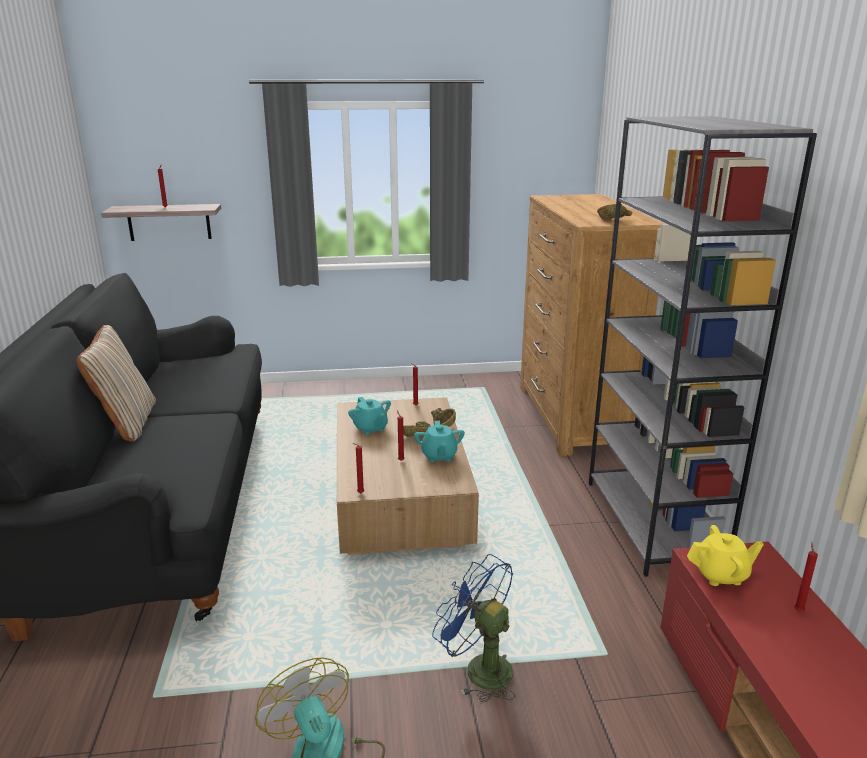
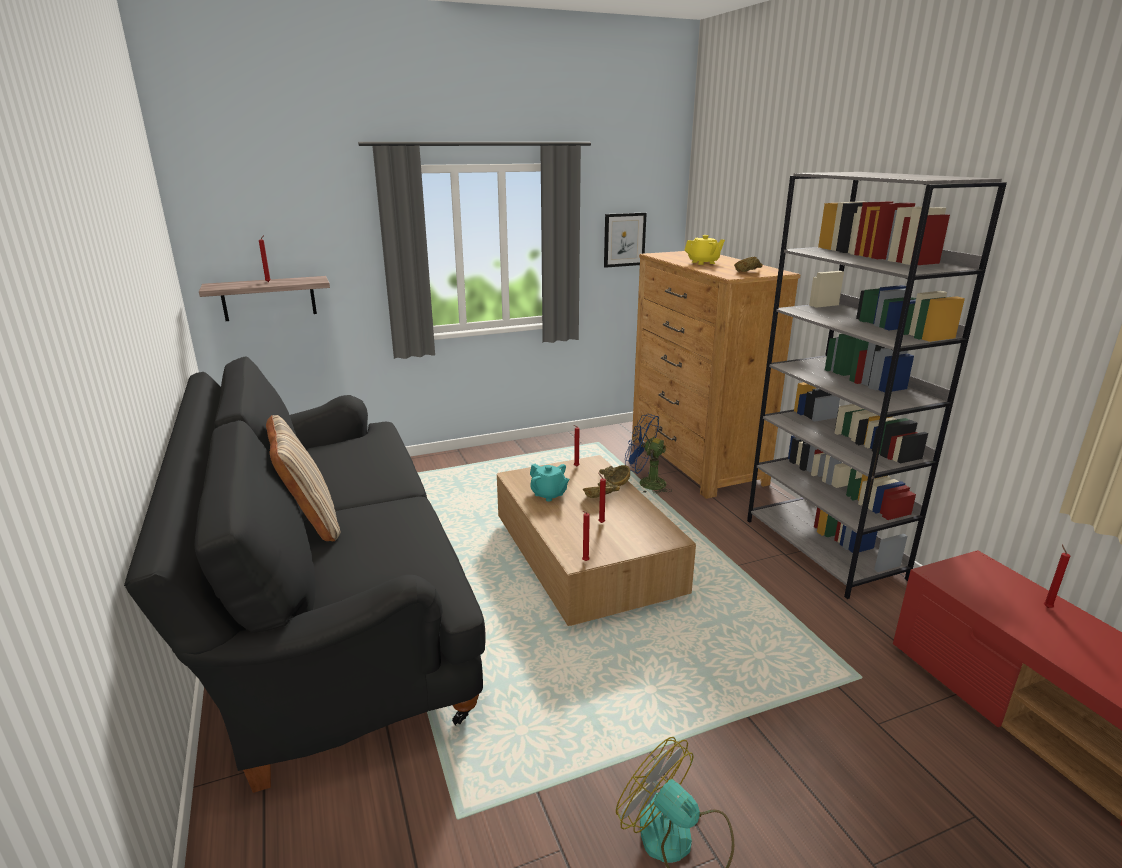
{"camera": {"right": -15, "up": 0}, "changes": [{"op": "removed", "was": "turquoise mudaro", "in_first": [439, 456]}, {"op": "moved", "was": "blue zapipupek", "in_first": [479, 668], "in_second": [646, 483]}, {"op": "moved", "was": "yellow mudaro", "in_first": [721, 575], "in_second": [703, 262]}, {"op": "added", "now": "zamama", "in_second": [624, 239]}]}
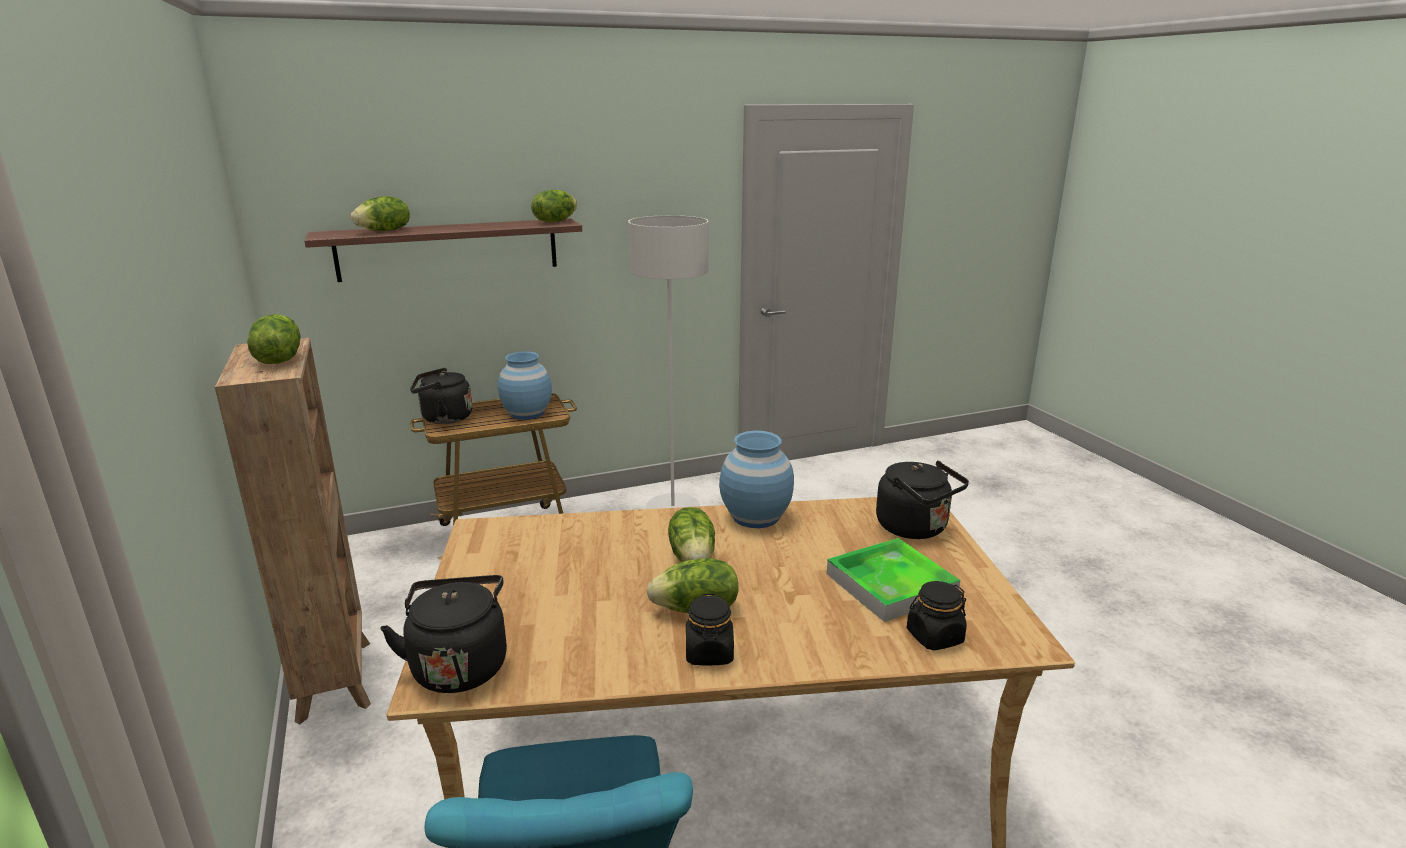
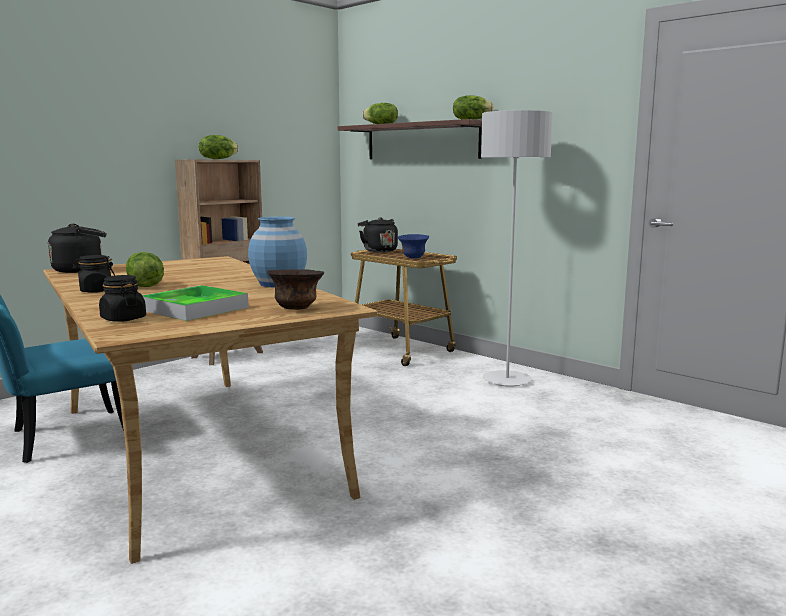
{"camera": {"right": 65, "up": -10}, "changes": [{"op": "replaced", "was": "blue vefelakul", "now": "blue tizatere", "in_first": [527, 413], "in_second": [413, 257]}, {"op": "removed", "was": "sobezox", "in_first": [693, 558]}, {"op": "replaced", "was": "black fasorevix", "now": "brown tizatere", "in_first": [915, 528], "in_second": [296, 309]}]}
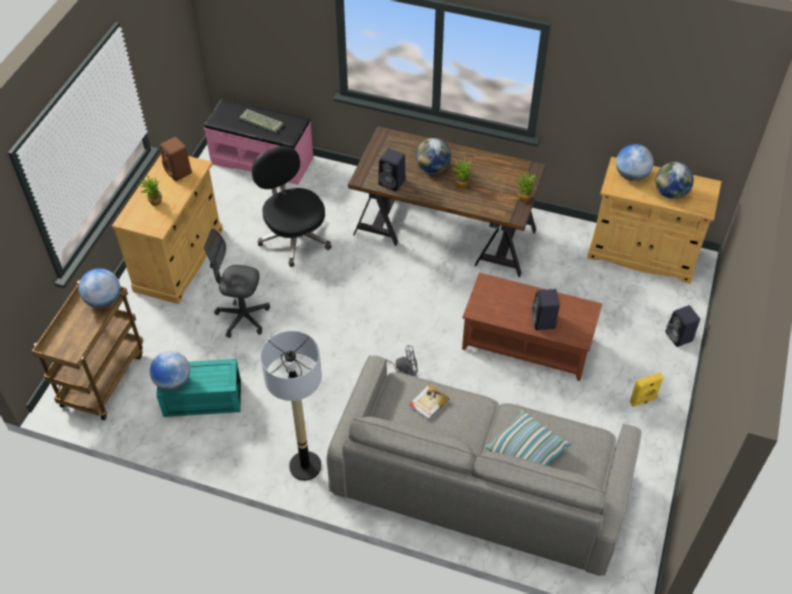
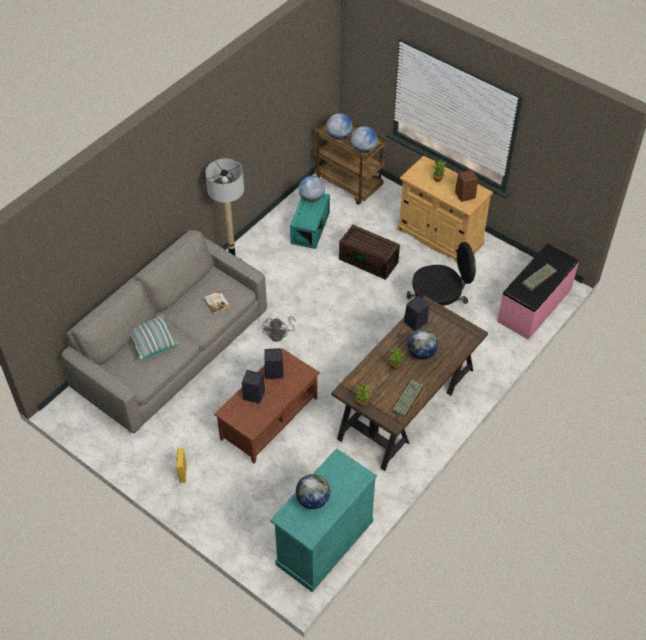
{"camera": {"right": 110, "up": 0}, "changes": [{"op": "replaced", "was": "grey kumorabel", "now": "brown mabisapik", "in_first": [243, 317], "in_second": [369, 260]}, {"op": "recoloured", "was": "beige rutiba", "now": "turquoise rutiba", "in_first": [642, 253], "in_second": [324, 542]}, {"op": "moved", "was": "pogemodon", "in_first": [631, 175], "in_second": [339, 136]}, {"op": "moved", "was": "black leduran", "in_first": [679, 337], "in_second": [273, 372]}, {"op": "added", "now": "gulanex", "in_second": [408, 399]}]}
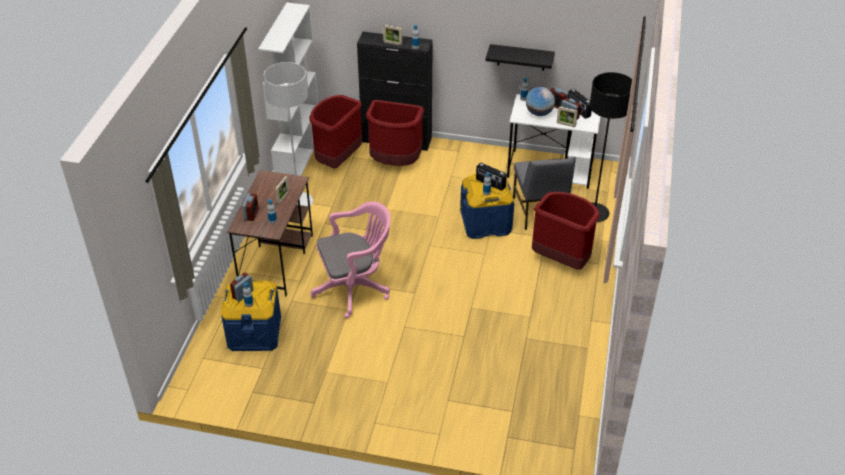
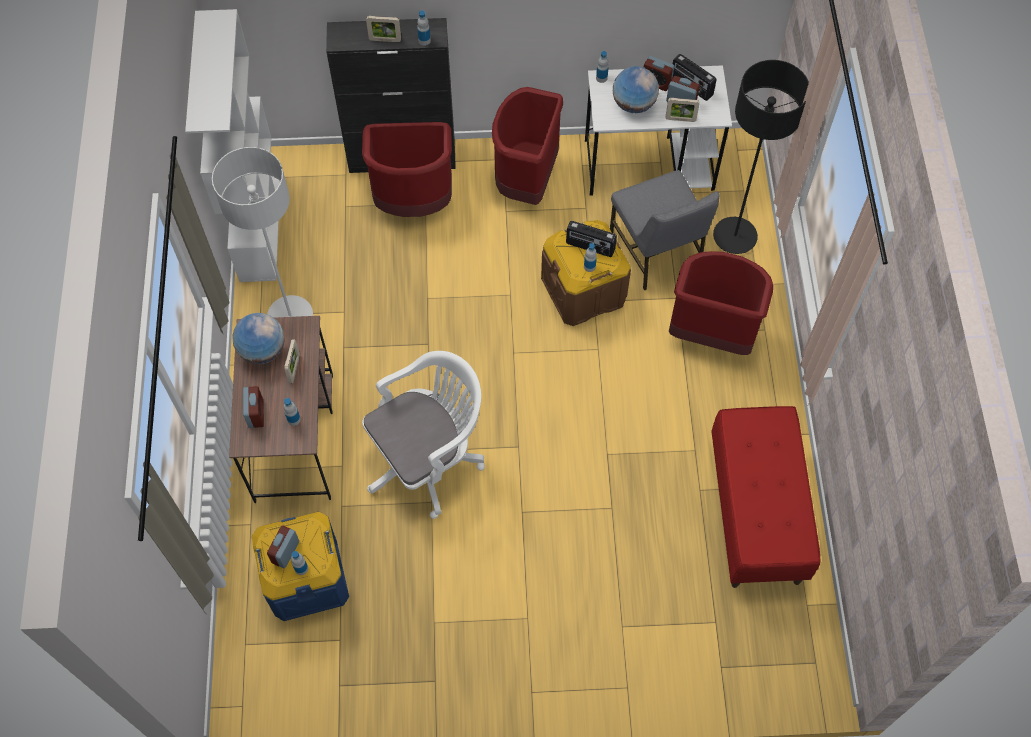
{"camera": {"right": -15, "up": 20}, "changes": [{"op": "moved", "was": "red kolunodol", "in_first": [337, 160], "in_second": [526, 181]}, {"op": "recoloured", "was": "pink kumorabel", "now": "white kumorabel", "in_first": [355, 288], "in_second": [429, 459]}, {"op": "recoloured", "was": "blue mabisapik", "now": "brown mabisapik", "in_first": [486, 223], "in_second": [583, 290]}, {"op": "removed", "was": "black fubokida", "in_first": [521, 57]}, {"op": "added", "now": "pogemodon", "in_second": [262, 350]}, {"op": "added", "now": "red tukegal", "in_second": [756, 512]}]}
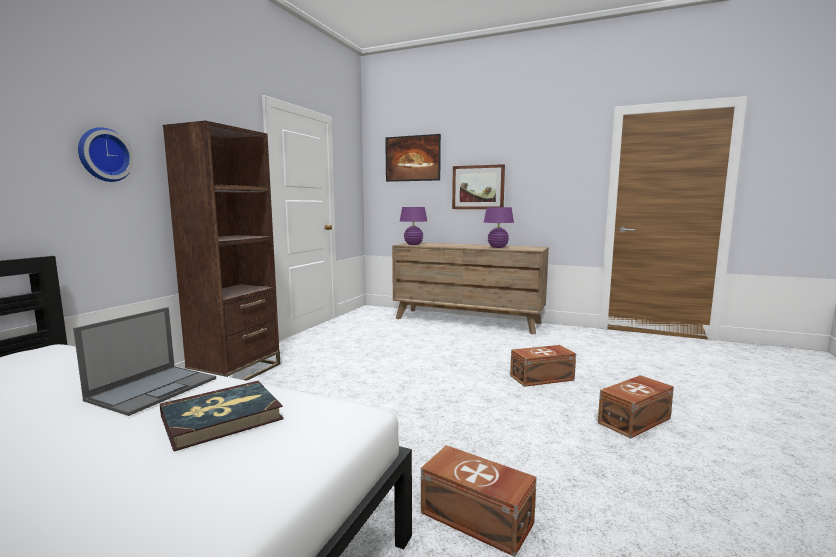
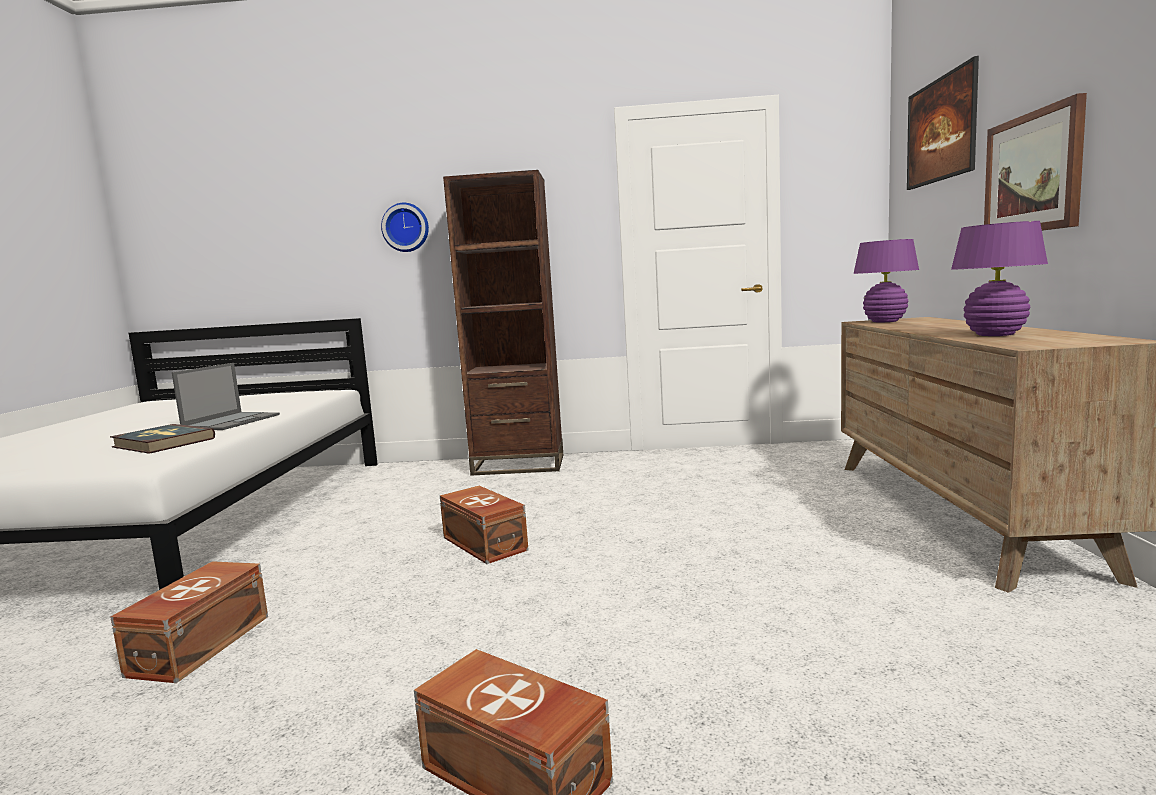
{"camera": {"right": 70, "up": 0}, "changes": [{"op": "turned", "was": "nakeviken", "in_first": [154, 388], "in_second": [232, 421], "clockwise": -75}, {"op": "moved", "was": "brown mabisapik", "in_first": [543, 378], "in_second": [484, 544]}]}
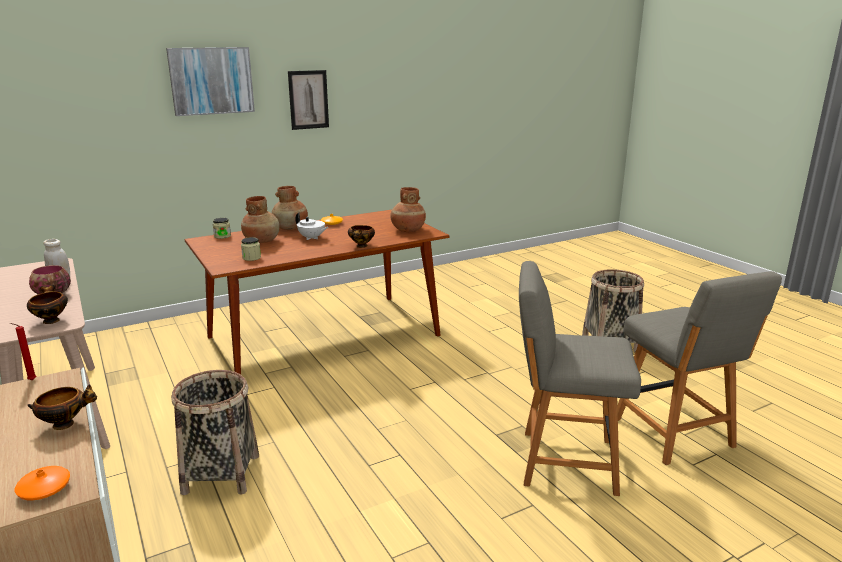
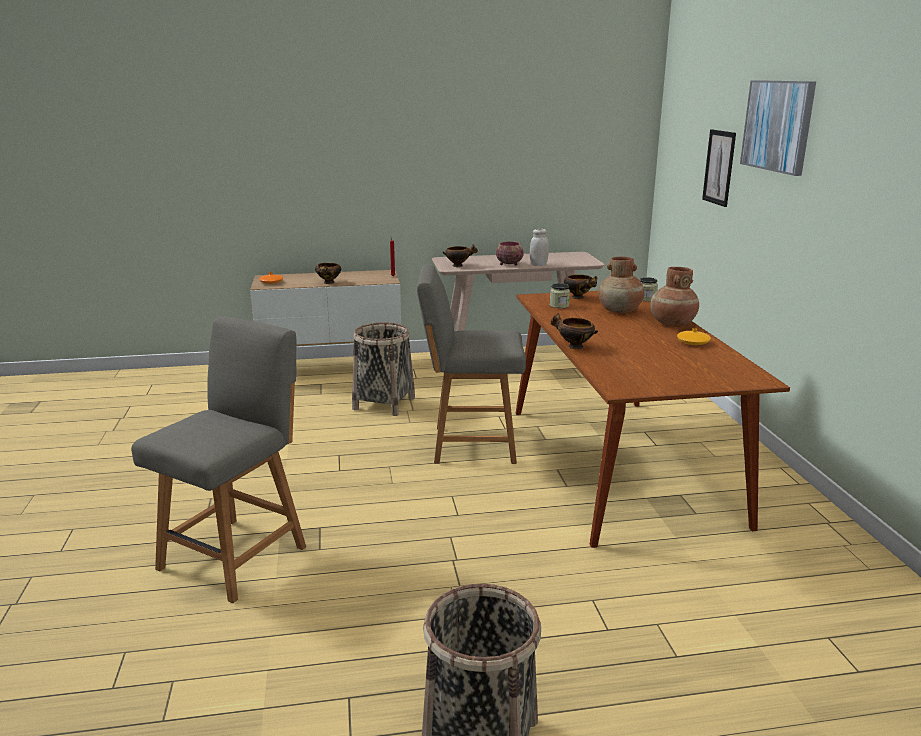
{"camera": {"right": 110, "up": 0}, "changes": [{"op": "moved", "was": "zamama", "in_first": [308, 99], "in_second": [719, 167]}, {"op": "removed", "was": "white mudaro", "in_first": [312, 238]}, {"op": "removed", "was": "brown vefelakul", "in_first": [407, 230]}, {"op": "moved", "was": "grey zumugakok", "in_first": [675, 435], "in_second": [470, 444]}, {"op": "added", "now": "tizatere", "in_second": [579, 298]}]}
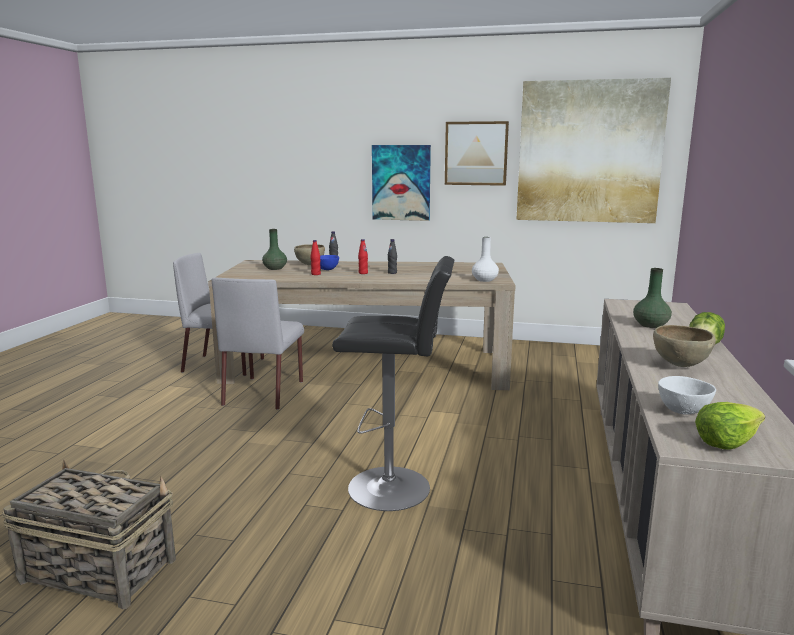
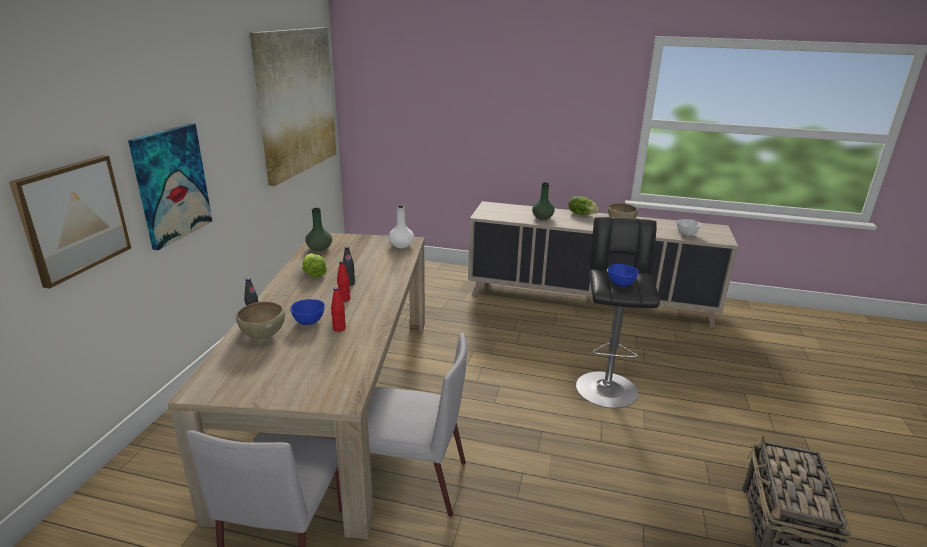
{"camera": {"right": -90, "up": 10}, "changes": [{"op": "moved", "was": "green vefelakul", "in_first": [275, 268], "in_second": [320, 248]}, {"op": "moved", "was": "zamama", "in_first": [476, 153], "in_second": [74, 218]}, {"op": "moved", "was": "sobezox", "in_first": [726, 442], "in_second": [314, 273]}, {"op": "added", "now": "blue tizatere", "in_second": [620, 284]}]}
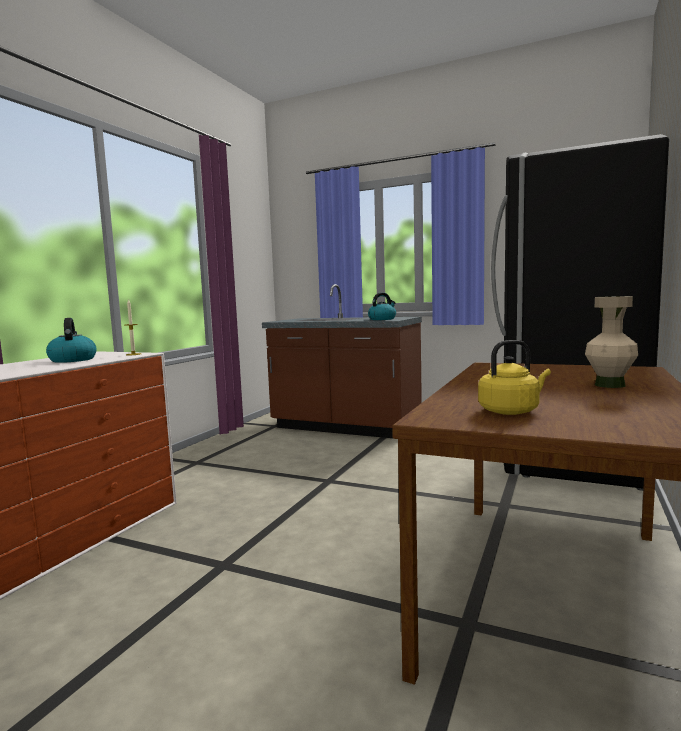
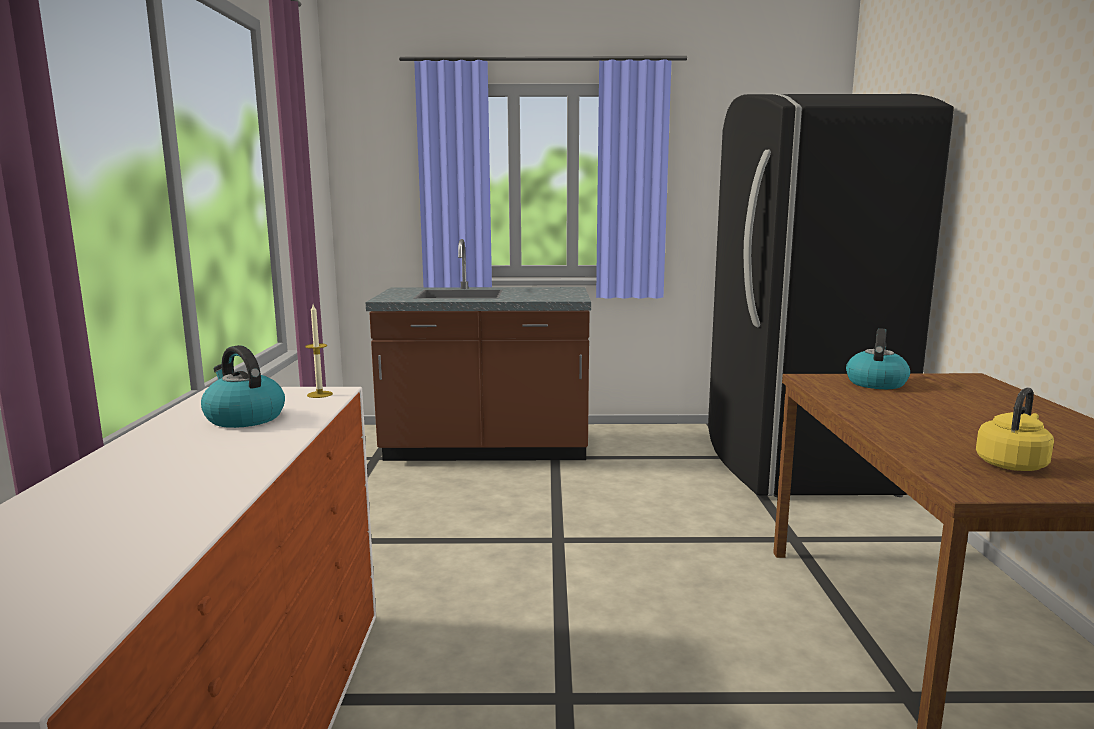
{"camera": {"right": -25, "up": 5}, "changes": [{"op": "moved", "was": "fasorevix", "in_first": [382, 319], "in_second": [875, 383]}, {"op": "removed", "was": "beige vefelakul", "in_first": [609, 385]}]}
